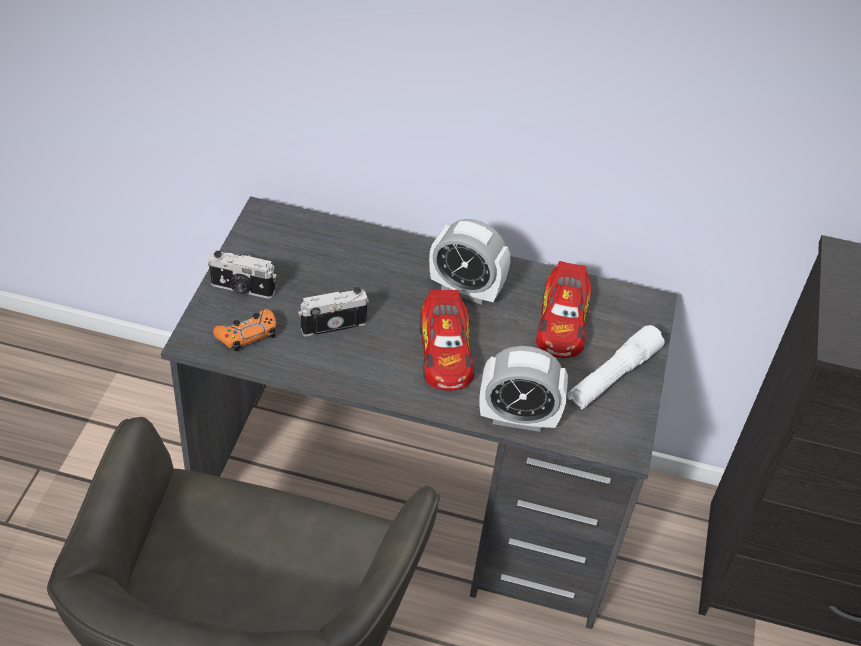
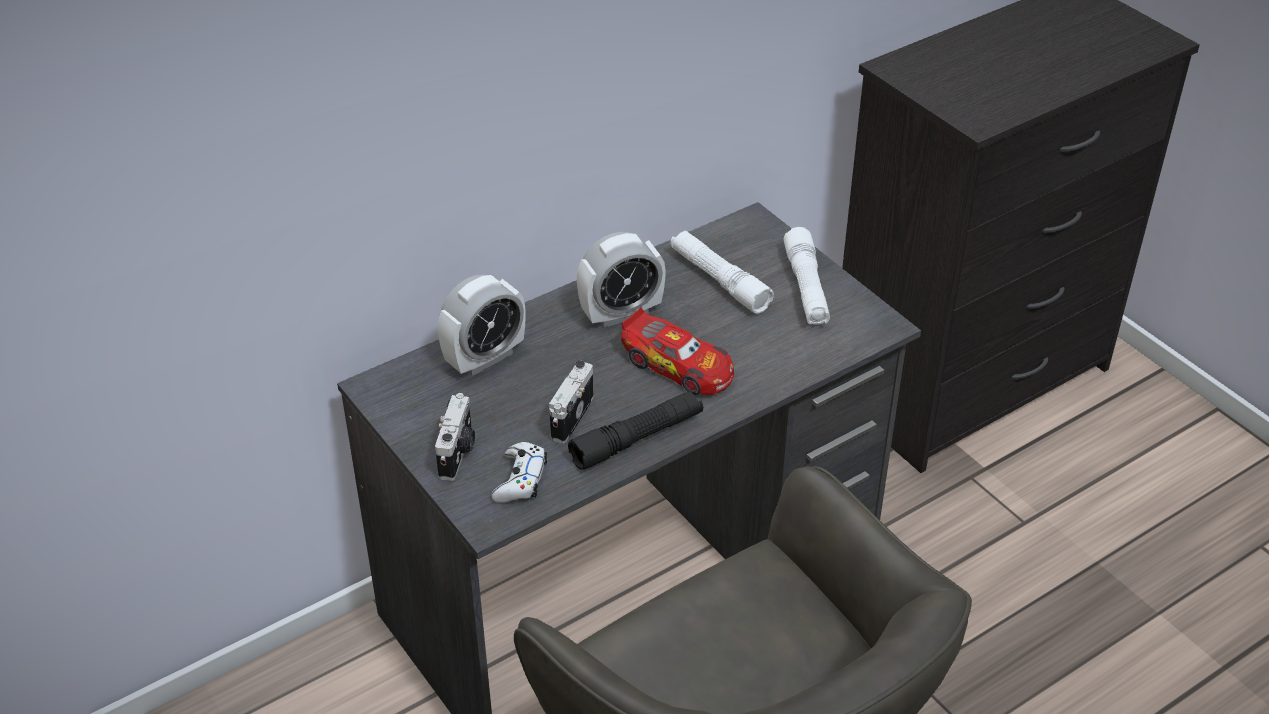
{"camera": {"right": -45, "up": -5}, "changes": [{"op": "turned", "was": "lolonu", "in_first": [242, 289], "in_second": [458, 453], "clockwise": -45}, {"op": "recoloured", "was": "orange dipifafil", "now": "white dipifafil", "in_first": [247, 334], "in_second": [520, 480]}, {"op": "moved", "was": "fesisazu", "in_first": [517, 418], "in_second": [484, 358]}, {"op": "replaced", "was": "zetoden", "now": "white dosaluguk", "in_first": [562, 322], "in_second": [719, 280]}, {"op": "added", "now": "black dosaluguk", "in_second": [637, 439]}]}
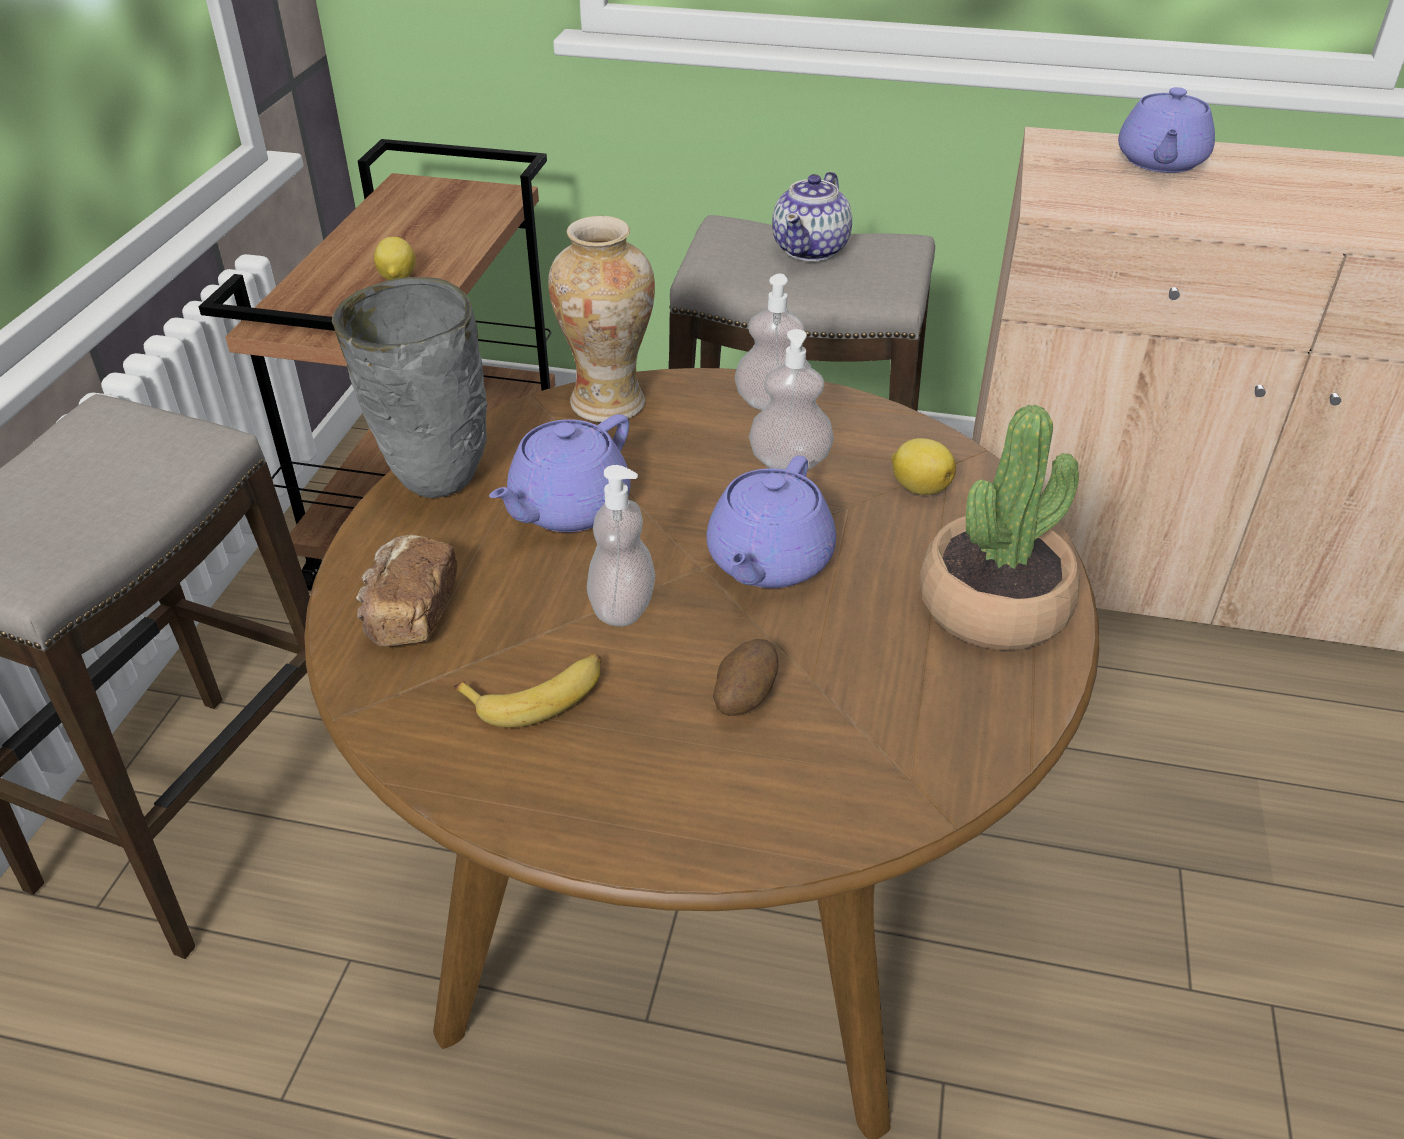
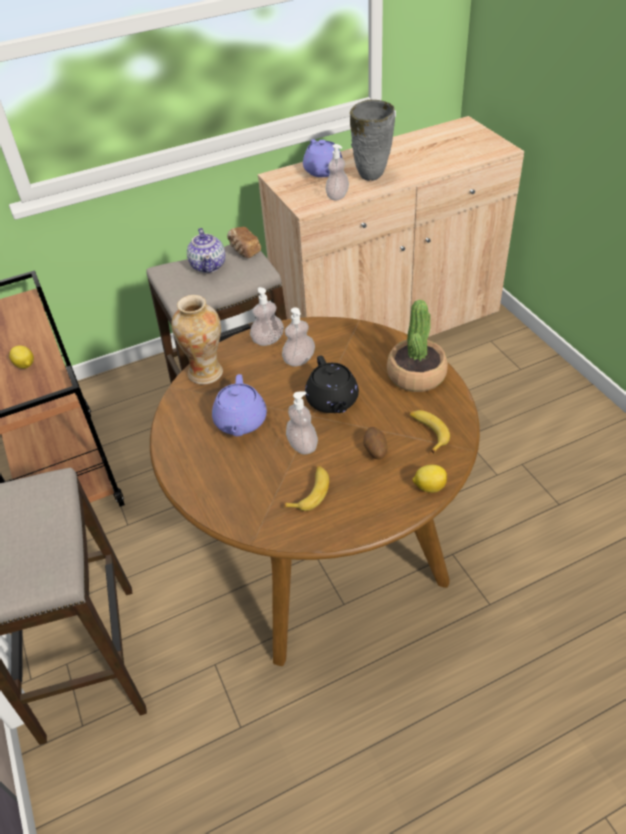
{"camera": {"right": -35, "up": 5}, "changes": [{"op": "moved", "was": "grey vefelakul", "in_first": [433, 486], "in_second": [371, 177]}, {"op": "moved", "was": "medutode", "in_first": [410, 613], "in_second": [244, 251]}, {"op": "recoloured", "was": "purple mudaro", "now": "black mudaro", "in_first": [768, 562], "in_second": [332, 401]}, {"op": "moved", "was": "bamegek", "in_first": [919, 487], "in_second": [429, 487]}, {"op": "added", "now": "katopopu", "in_second": [337, 196]}, {"op": "added", "now": "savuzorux", "in_second": [427, 432]}]}
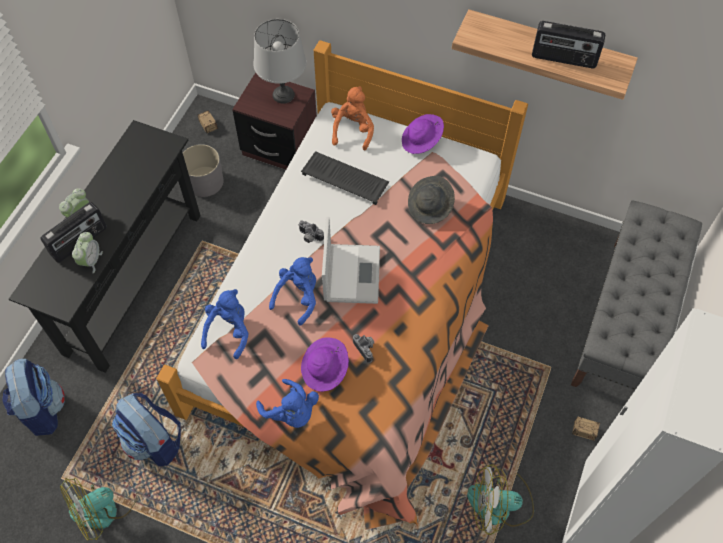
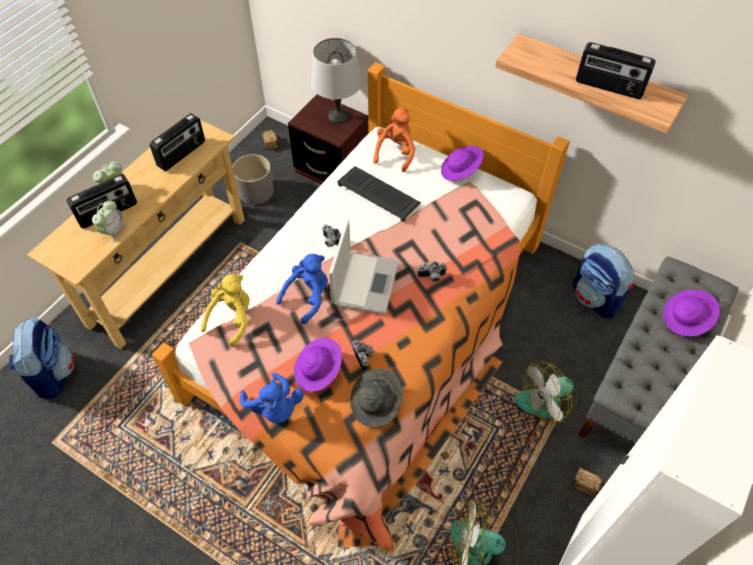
{"camera": {"right": 10, "up": -5}, "changes": [{"op": "recoloured", "was": "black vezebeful", "now": "beige vezebeful", "in_first": [133, 281], "in_second": [168, 270]}, {"op": "moved", "was": "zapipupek", "in_first": [104, 505], "in_second": [547, 399]}, {"op": "moved", "was": "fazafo", "in_first": [154, 441], "in_second": [596, 298]}, {"op": "recoloured", "was": "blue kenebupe", "now": "yellow kenebupe", "in_first": [229, 331], "in_second": [232, 319]}, {"op": "moved", "was": "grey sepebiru", "in_first": [430, 207], "in_second": [376, 404]}, {"op": "added", "now": "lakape", "in_second": [182, 154]}, {"op": "added", "now": "lolonu", "in_second": [432, 277]}, {"op": "added", "now": "purple sepebiru", "in_second": [686, 320]}]}
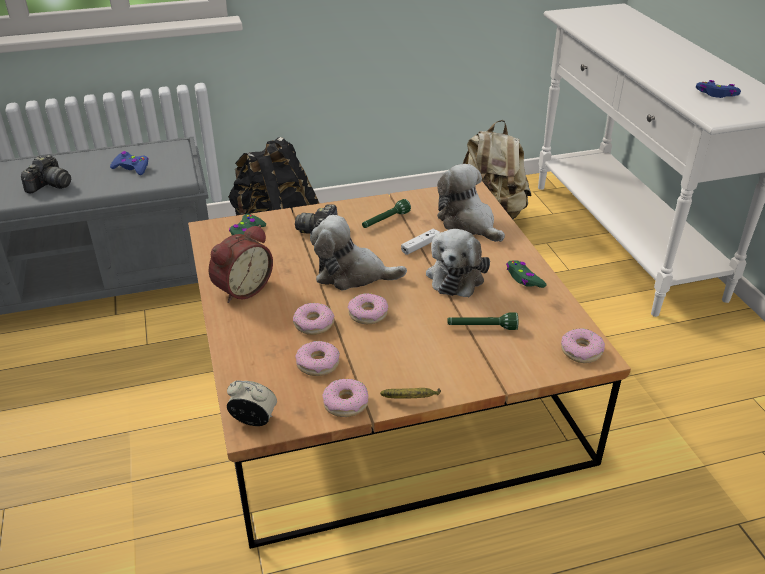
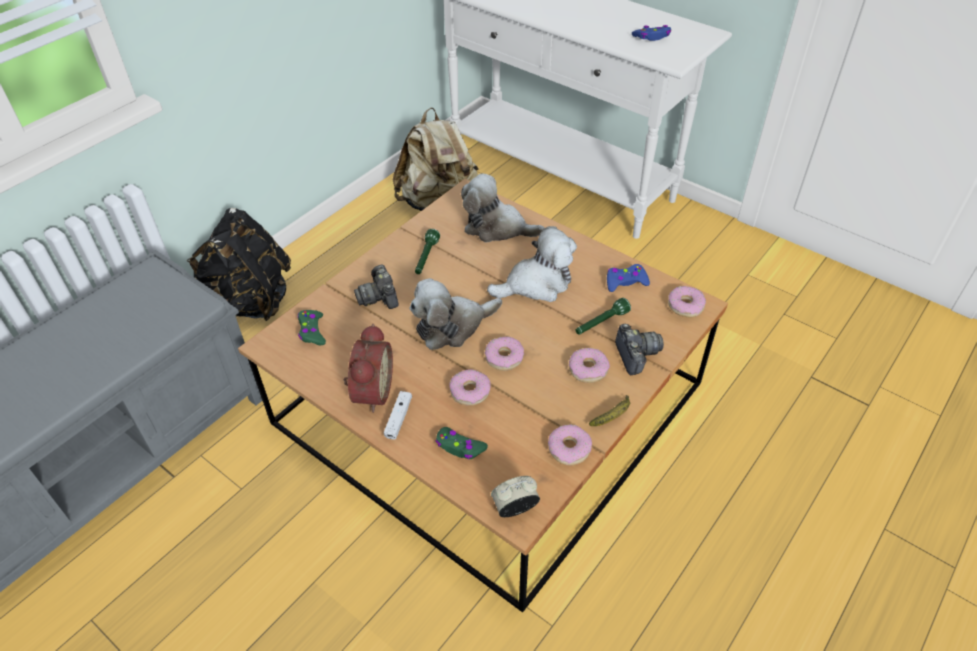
{"camera": {"right": -35, "up": 10}, "changes": [{"op": "moved", "was": "lolonu", "in_first": [50, 185], "in_second": [636, 355]}, {"op": "moved", "was": "blue dipifafil", "in_first": [131, 168], "in_second": [625, 282]}, {"op": "moved", "was": "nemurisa", "in_first": [318, 364], "in_second": [588, 369]}, {"op": "moved", "was": "white dipifafil", "in_first": [420, 246], "in_second": [398, 418]}, {"op": "turned", "was": "kenebupe", "in_first": [456, 275], "in_second": [536, 284], "clockwise": -90}, {"op": "moved", "was": "green dipifafil", "in_first": [524, 279], "in_second": [460, 447]}]}
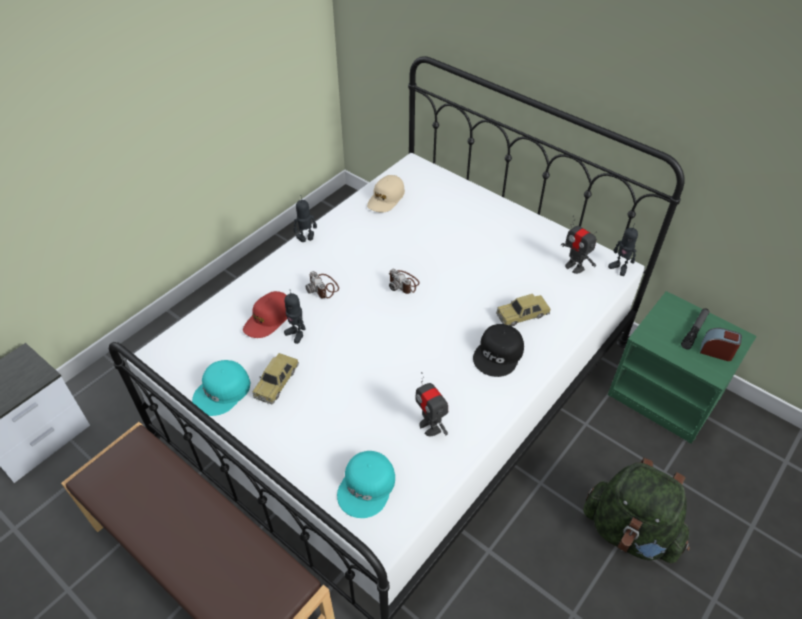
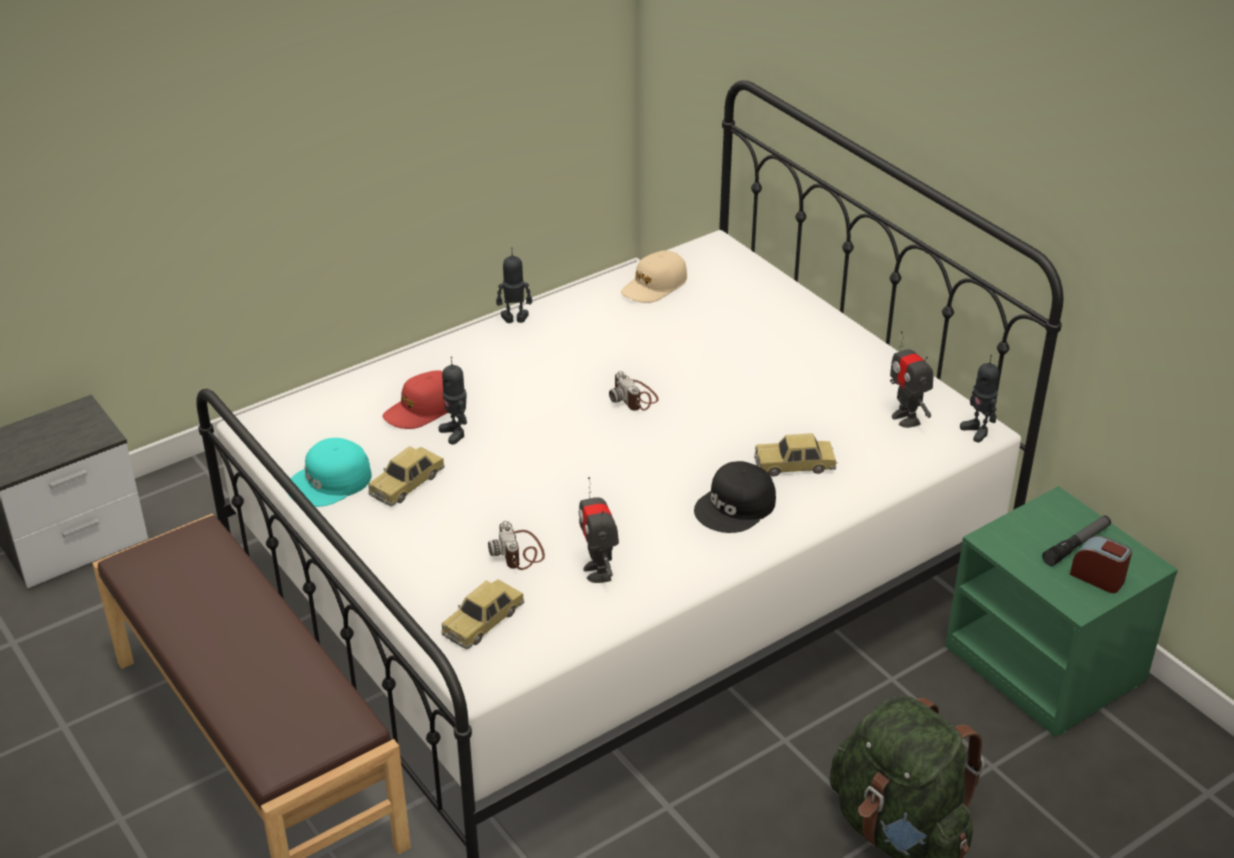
{"camera": {"right": 15, "up": -10}, "changes": [{"op": "moved", "was": "lolonu", "in_first": [323, 287], "in_second": [519, 552]}, {"op": "replaced", "was": "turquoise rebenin", "now": "zetoden", "in_first": [367, 487], "in_second": [483, 621]}]}
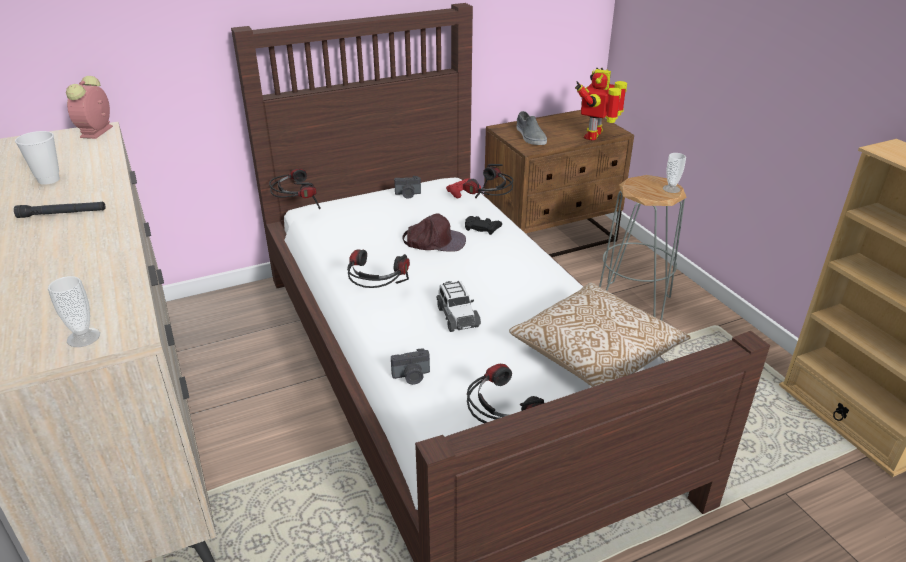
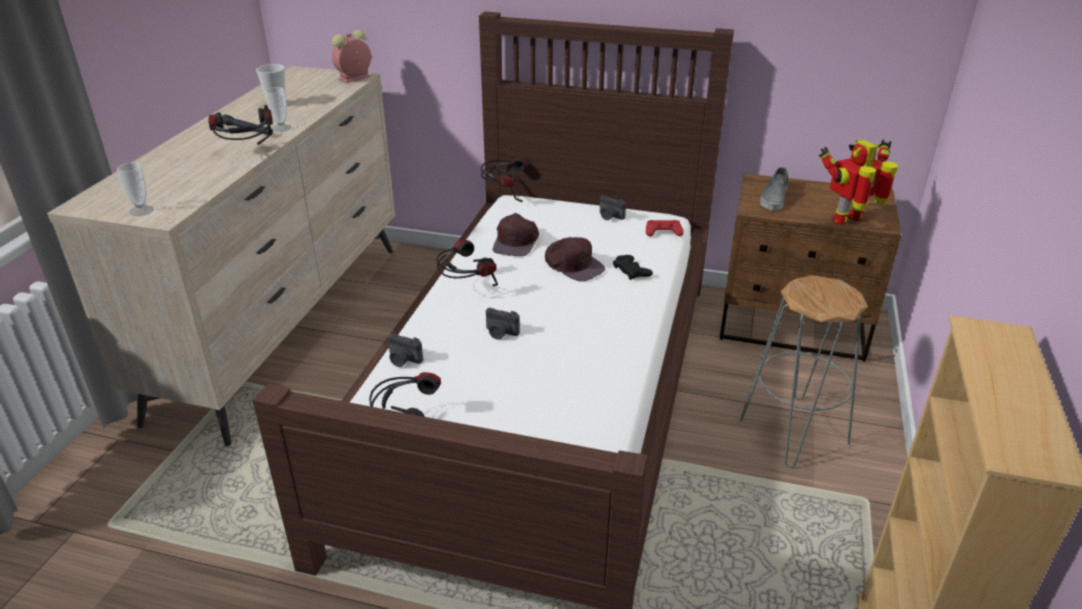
{"camera": {"right": 40, "up": 0}, "changes": [{"op": "replaced", "was": "zetoden", "now": "lolonu", "in_first": [457, 316], "in_second": [500, 333]}, {"op": "moved", "was": "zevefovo", "in_first": [489, 206], "in_second": [247, 155]}, {"op": "removed", "was": "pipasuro", "in_first": [595, 355]}, {"op": "moved", "was": "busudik", "in_first": [671, 189], "in_second": [281, 128]}, {"op": "added", "now": "brown rebenin", "in_second": [517, 241]}]}
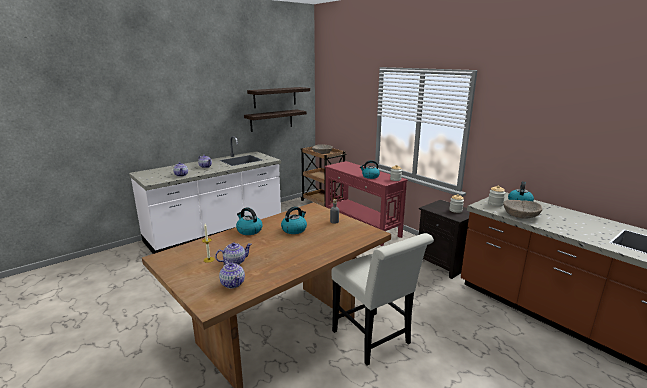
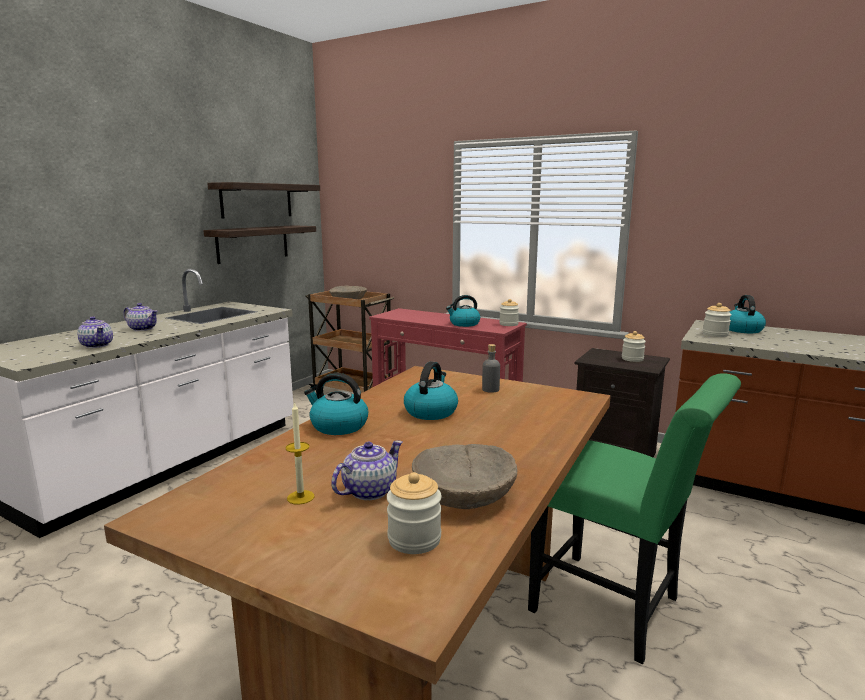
{"camera": {"right": -20, "up": -5}, "changes": [{"op": "replaced", "was": "mudaro", "now": "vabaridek", "in_first": [233, 283], "in_second": [414, 539]}, {"op": "recoloured", "was": "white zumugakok", "now": "green zumugakok", "in_first": [374, 340], "in_second": [615, 609]}, {"op": "moved", "was": "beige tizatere", "in_first": [520, 215], "in_second": [464, 493]}]}
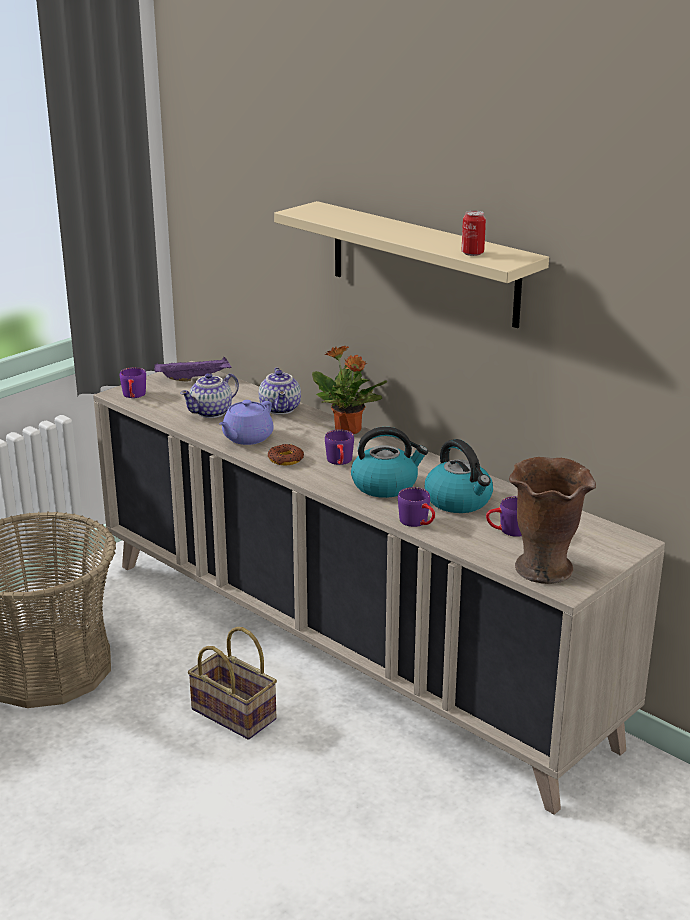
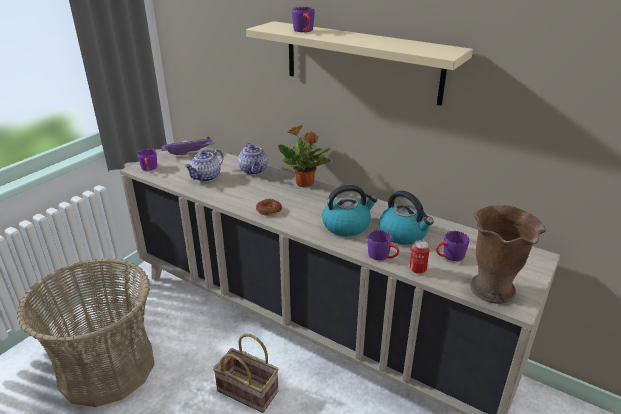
{"camera": {"right": -10, "up": 5}, "changes": [{"op": "removed", "was": "purple mudaro", "in_first": [247, 438]}, {"op": "moved", "was": "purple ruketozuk", "in_first": [340, 462], "in_second": [305, 31]}, {"op": "moved", "was": "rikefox", "in_first": [472, 253], "in_second": [417, 269]}]}
